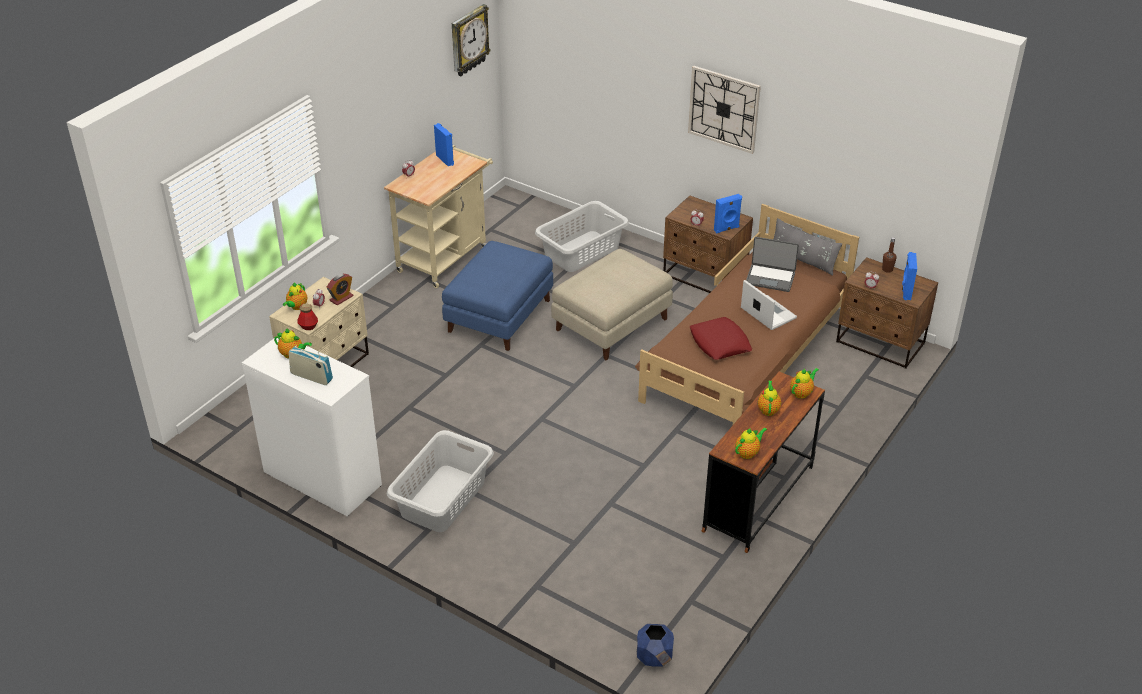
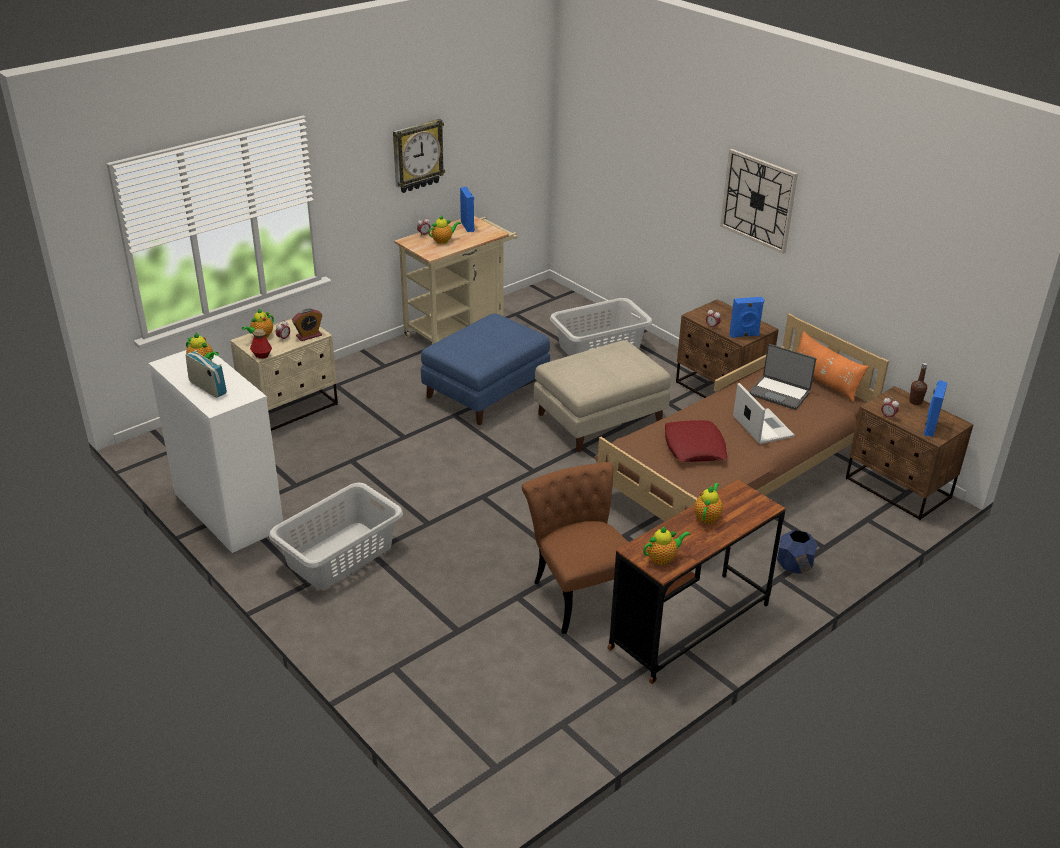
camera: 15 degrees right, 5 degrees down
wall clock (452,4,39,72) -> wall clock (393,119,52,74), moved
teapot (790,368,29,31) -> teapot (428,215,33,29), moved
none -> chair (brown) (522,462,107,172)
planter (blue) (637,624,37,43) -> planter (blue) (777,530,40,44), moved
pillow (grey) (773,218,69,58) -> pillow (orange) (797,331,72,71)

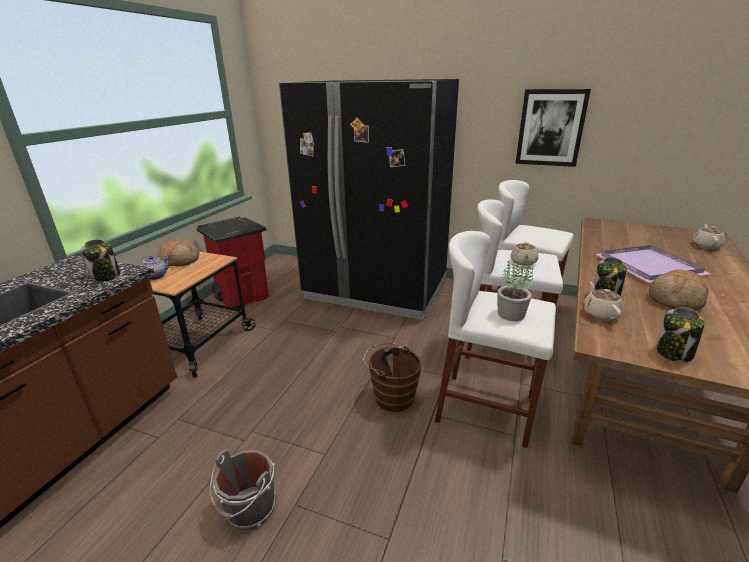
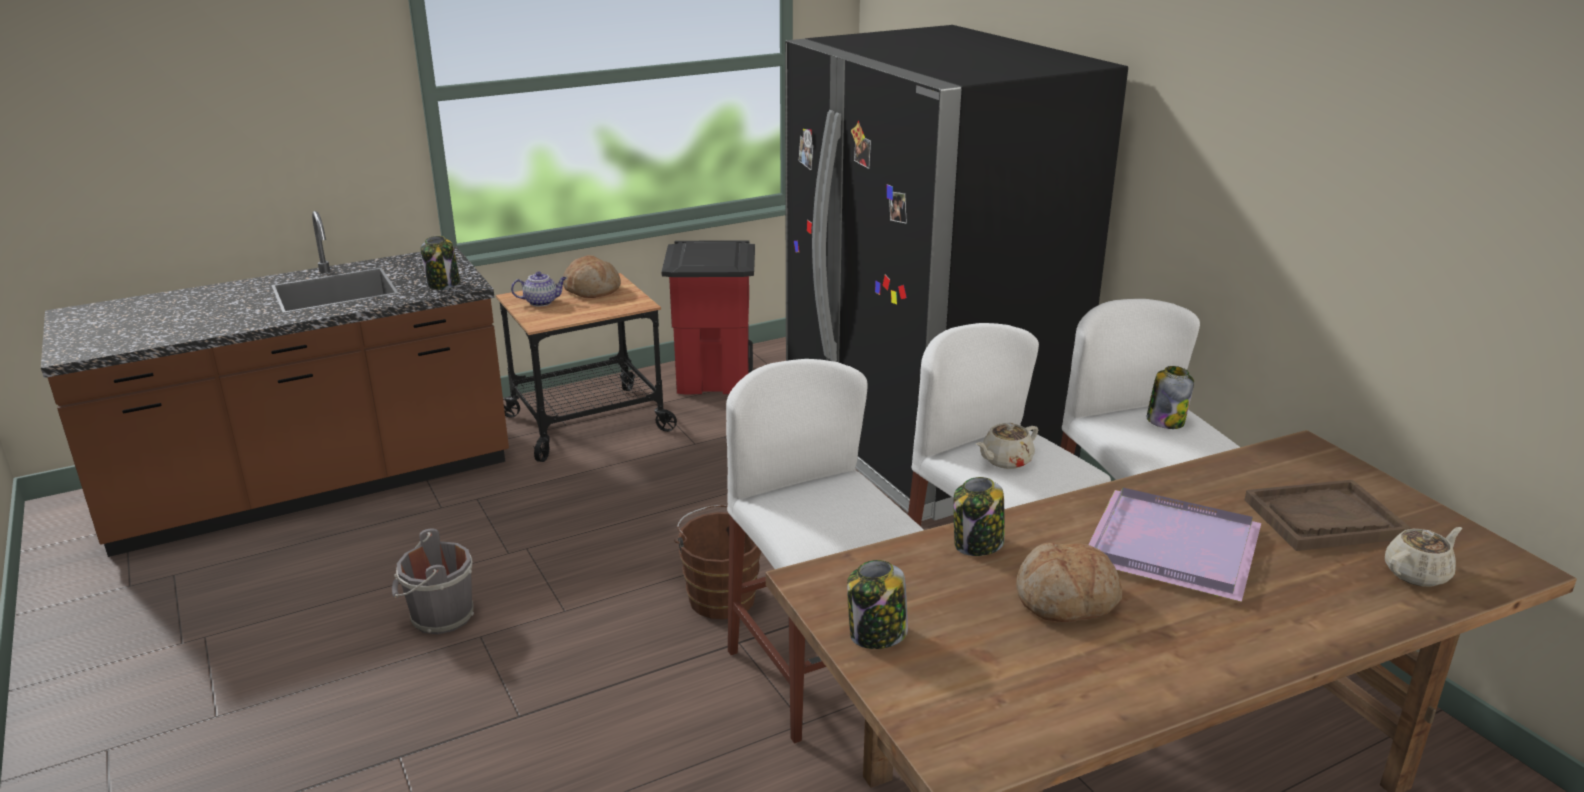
camera: 40 degrees right, 0 degrees up
none -> jar (1147,366,47,63)
none -> tray (brown) (1245,480,166,71)
potted plant (497,260,36,61) -> none
picture (515,89,76,78) -> none
teapot (beige) (583,282,40,39) -> none

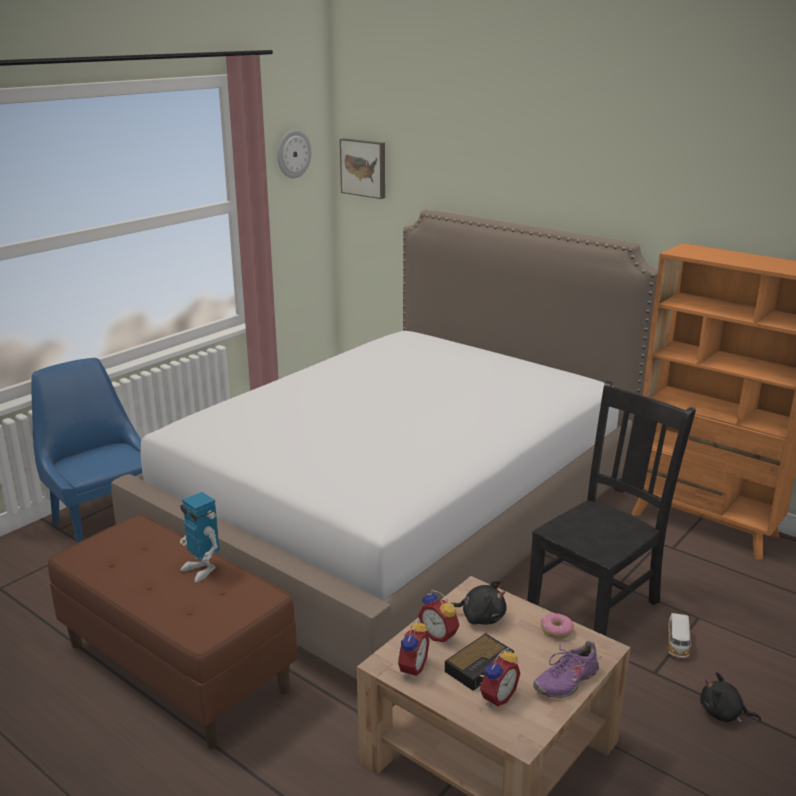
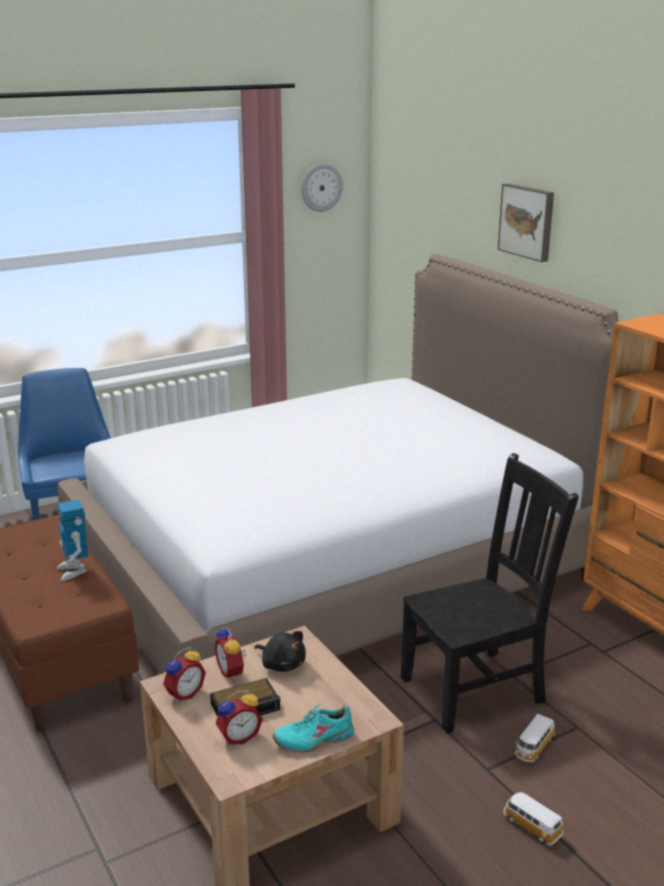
camera: 20 degrees right, 0 degrees up
shoe (purple) (533,640,69,58) -> shoe (turquoise) (273,703,81,50)
picture (340,138,45,61) -> picture (498,183,56,79), moved
plush toy (black) (700,672,61,51) -> toy car (503,792,60,53)
donut (541,613,33,26) -> none

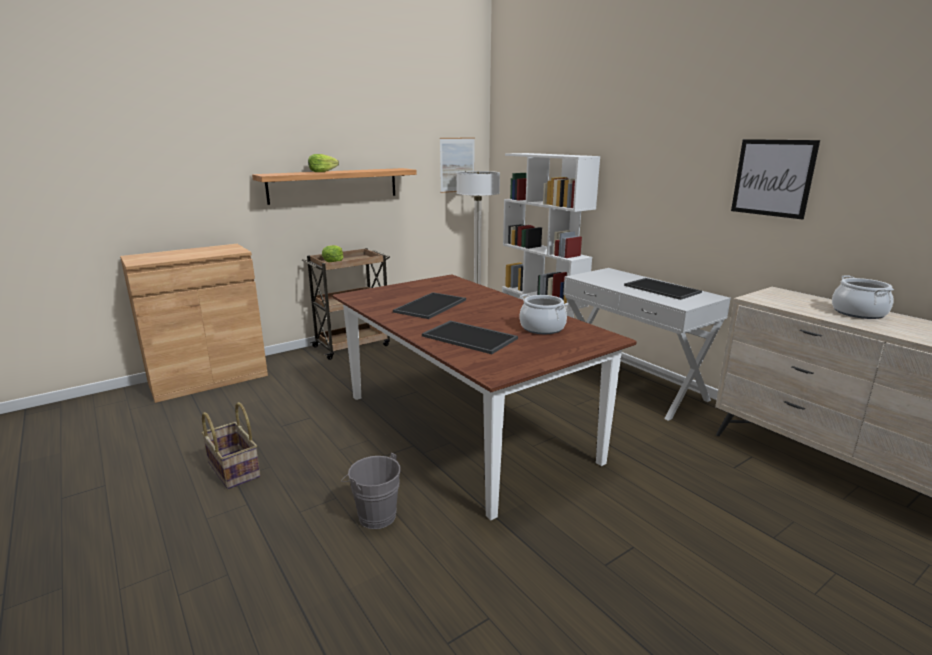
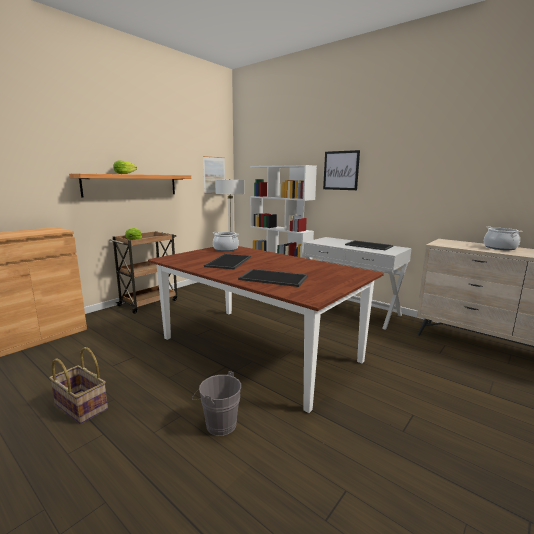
camera: 15 degrees left, 5 degrees down
cooking pot (519,294,49,40) -> cooking pot (213,232,26,20), moved
picture (731,139,89,81) -> picture (323,150,37,40), moved

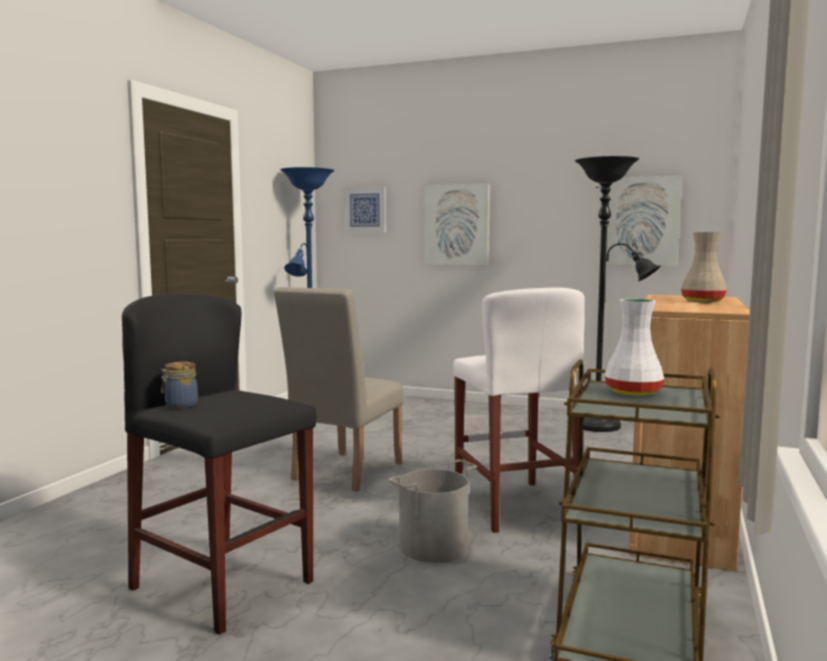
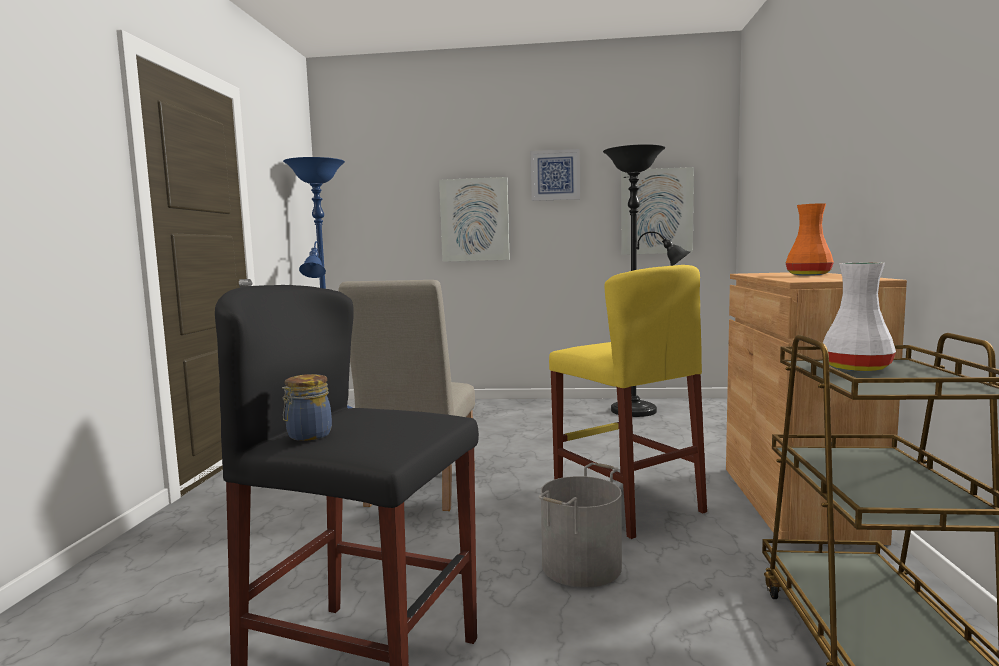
camera: 15 degrees left, 0 degrees up
picture (344,187,42,45) -> picture (531,149,49,52), moved
stool (white) (453,287,132,246) -> stool (yellow) (549,265,158,274)
vase (beige) (681,232,46,70) -> vase (orange) (786,203,48,73)

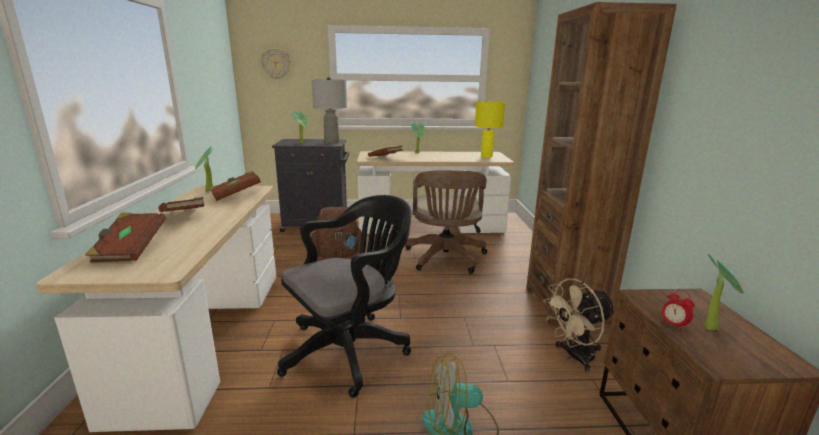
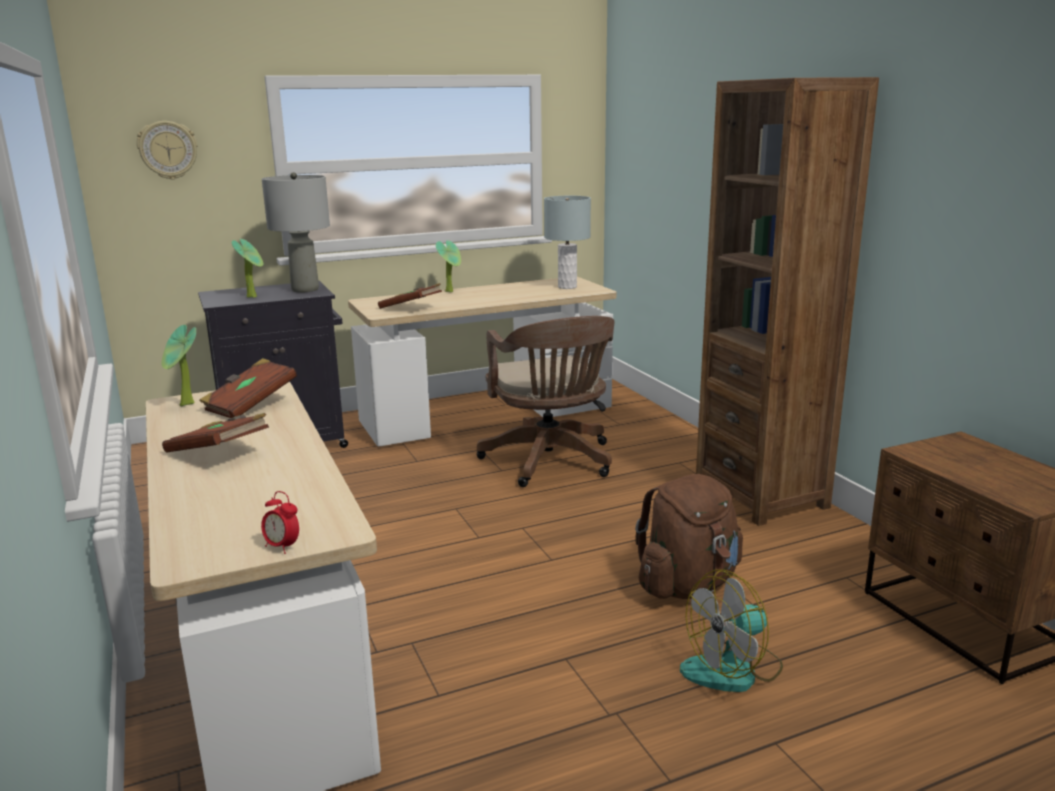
camera: 20 degrees left, 0 degrees up
alarm clock (661,290,34,41) -> alarm clock (261,491,38,63), moved
table lamp (yellow) (475,101,30,57) -> table lamp (grey) (544,196,47,93)
backpack (brown) (311,206,51,53) -> backpack (brown) (635,474,108,125), moved
book (brown) (85,213,81,49) -> none
office chair (black) (277,195,135,203) -> none
fan (beige) (543,278,71,94) -> none
potted plant (703,254,41,77) -> none

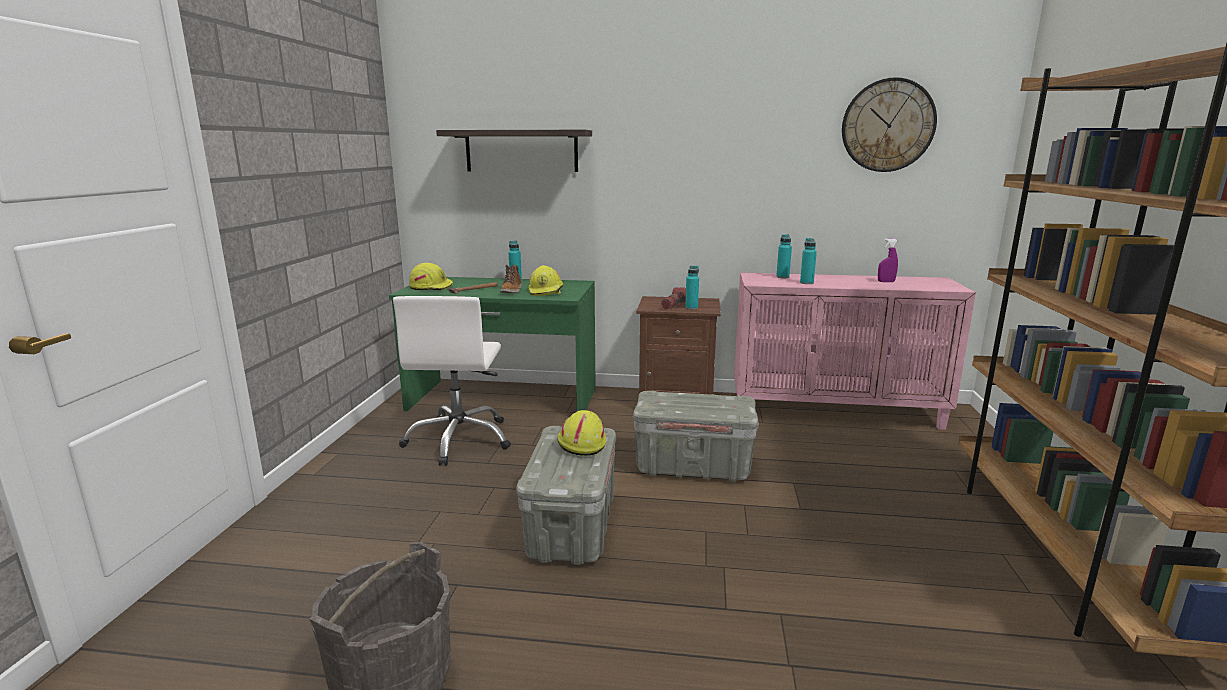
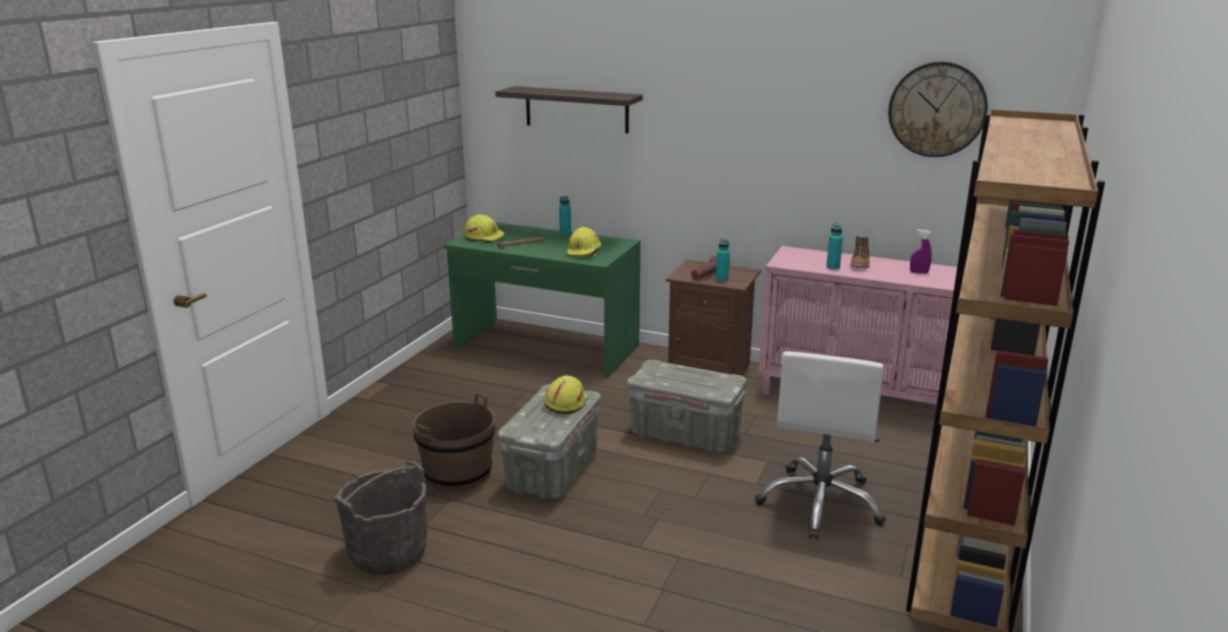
camera: 15 degrees right, 5 degrees up
none -> bucket (brown) (413,393,82,98)
office chair (white) (393,296,118,170) -> office chair (white) (755,351,131,189), moved
boot (500,265,22,28) -> boot (851,236,19,32), moved
bottle (turquoise) (776,234,16,44) -> none

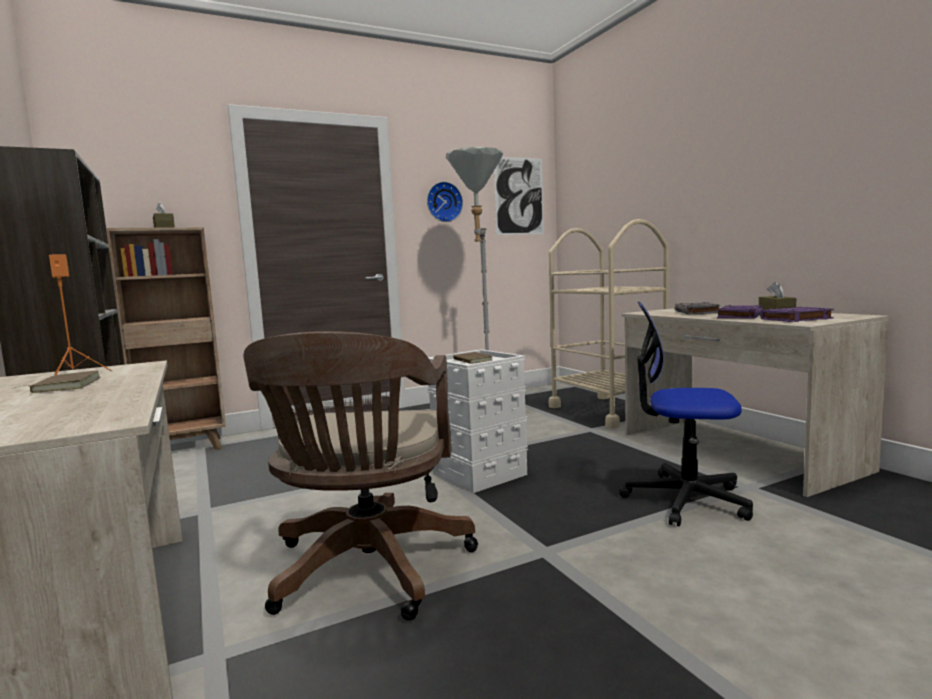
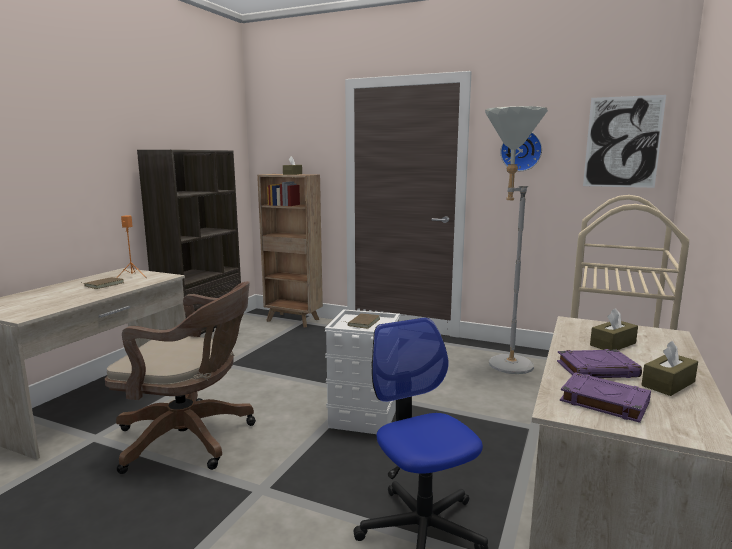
camera: 50 degrees right, 5 degrees up
office chair (brown) (243,331,235,290) -> office chair (brown) (105,281,151,193), 135 degrees counterclockwise
book (grey) (675,302,45,12) -> tissue box (brown) (590,308,48,42)

